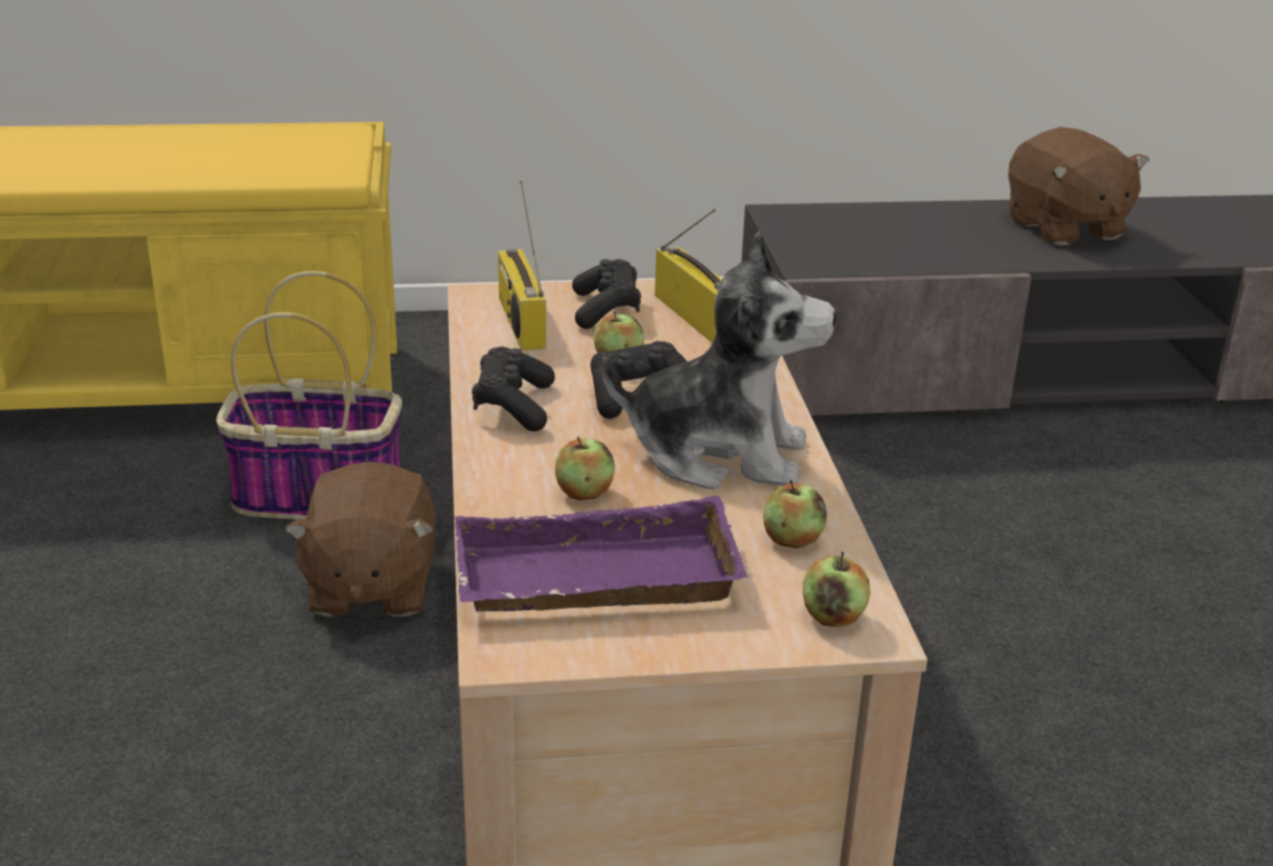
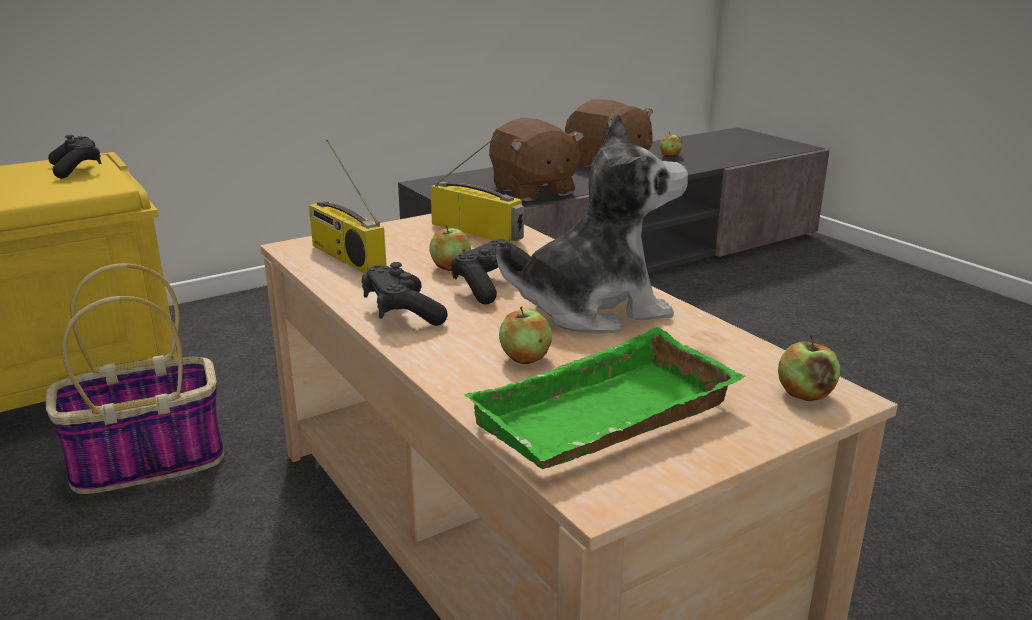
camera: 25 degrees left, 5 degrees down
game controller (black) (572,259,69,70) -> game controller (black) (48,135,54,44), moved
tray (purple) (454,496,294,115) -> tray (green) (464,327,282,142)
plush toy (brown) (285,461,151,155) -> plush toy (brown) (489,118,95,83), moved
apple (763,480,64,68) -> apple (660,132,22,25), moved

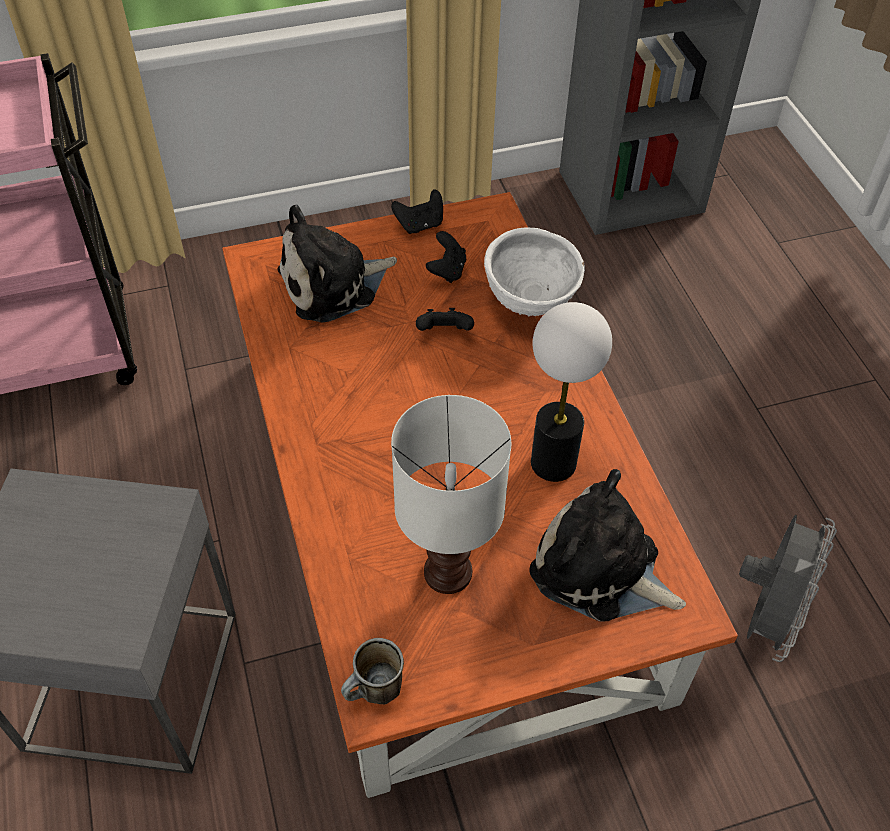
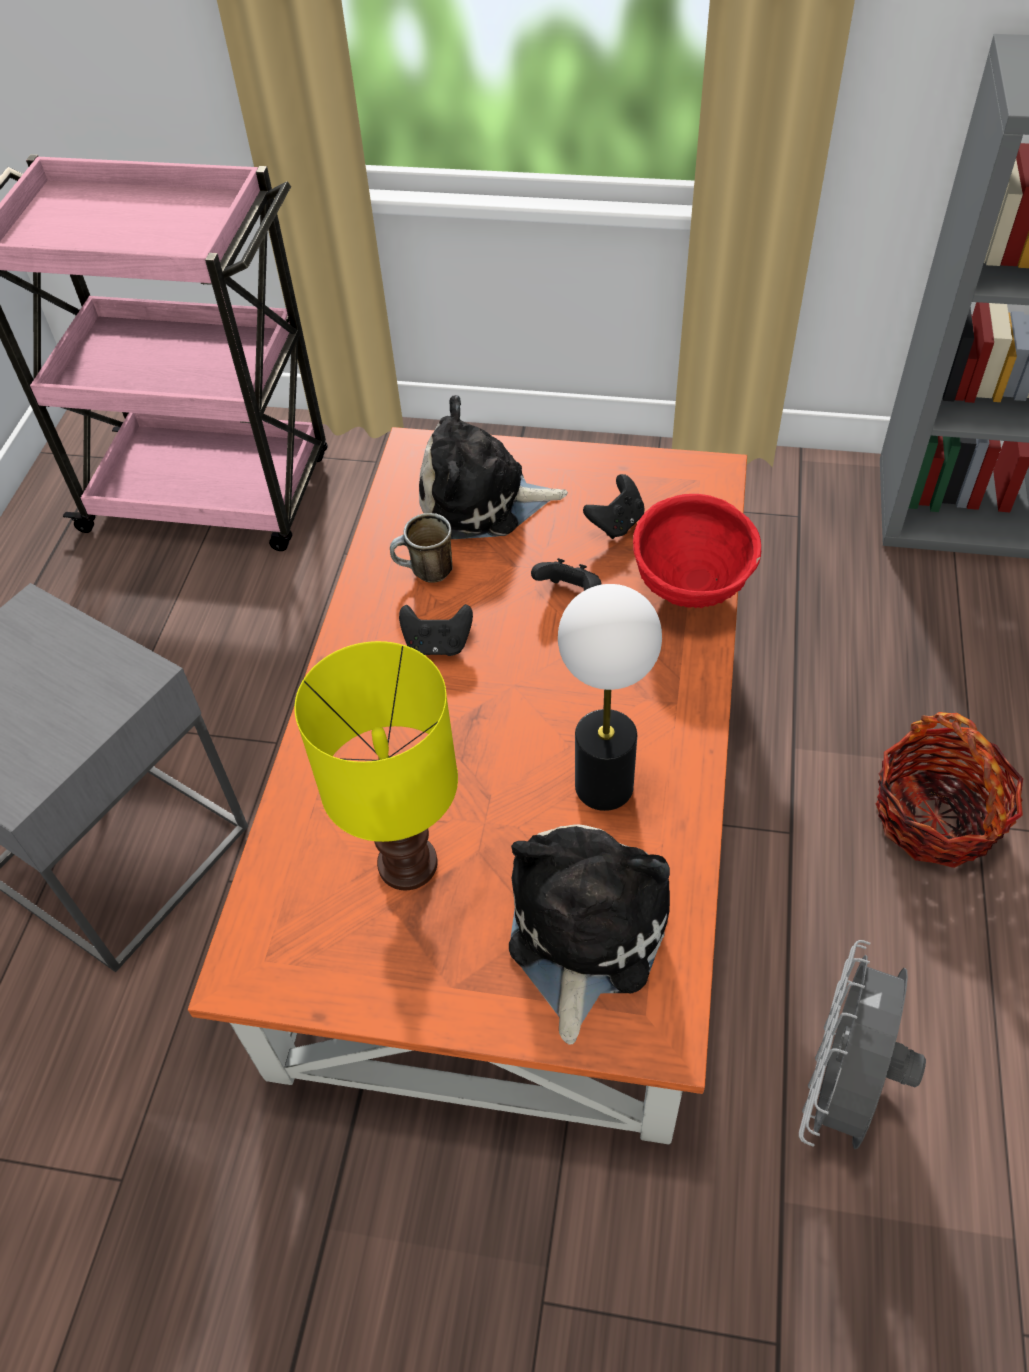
camera: 30 degrees right, 0 degrees up
table lamp (white) (391,395,120,199) -> table lamp (yellow) (294,641,164,249)
mug (341,638,63,66) -> mug (390,513,63,70), moved
game controller (black) (391,189,52,45) -> game controller (black) (399,604,74,52), moved
plush toy (529,469,157,153) -> plush toy (509,825,161,220), 45 degrees clockwise
bowl (white) (484,228,101,88) -> bowl (red) (633,494,128,114)
fan (grey) (739,515,98,147) -> fan (grey) (799,940,127,209), 150 degrees clockwise
none -> basket (876,712,147,156)

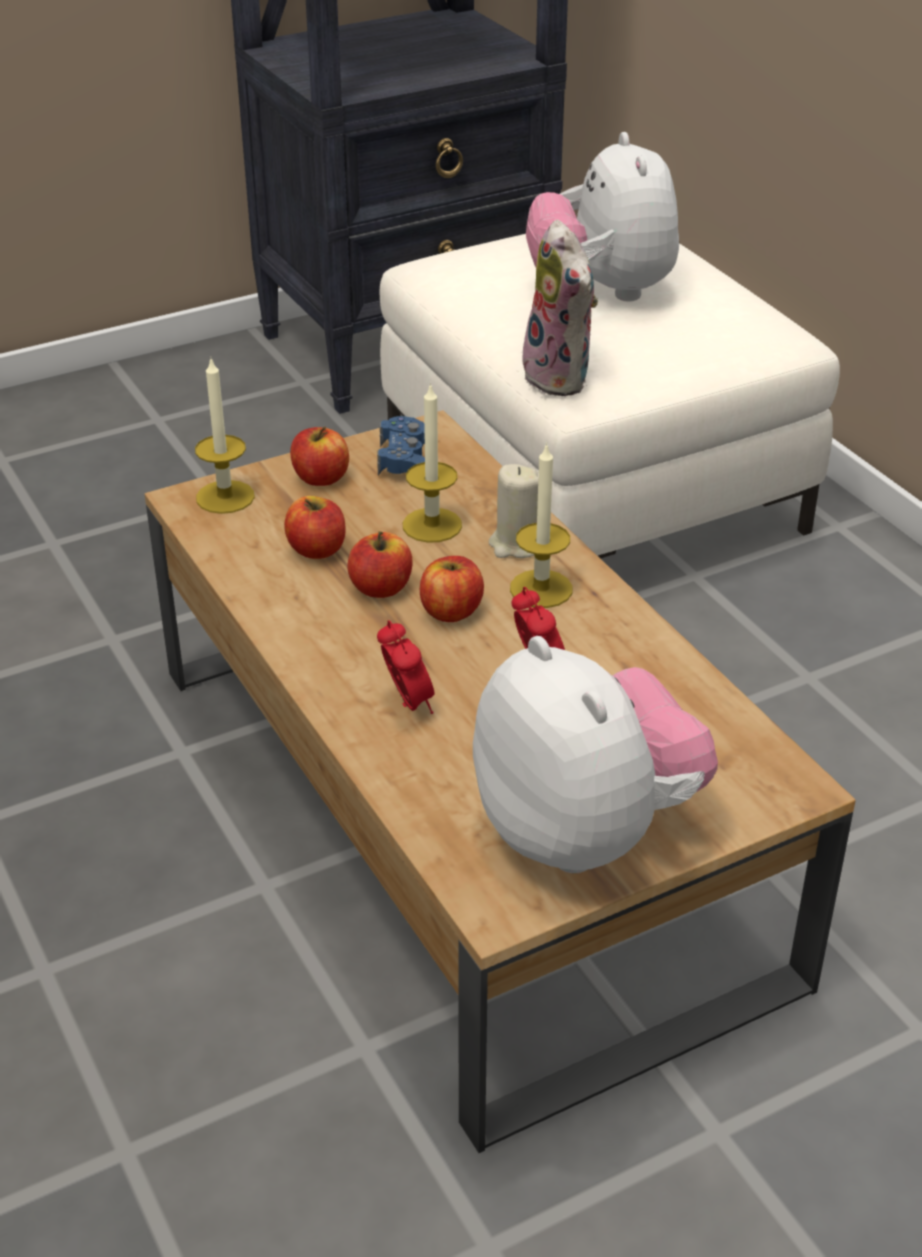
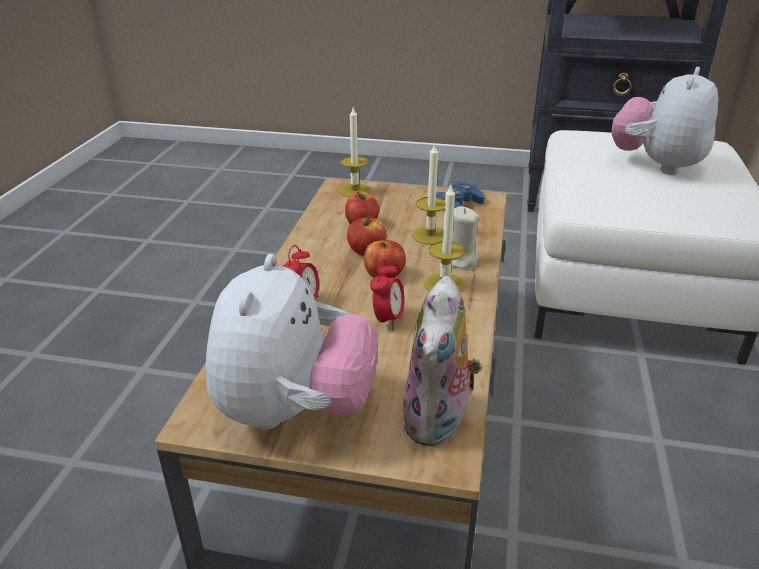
camera: 40 degrees right, 5 degrees down
plush toy (518,220,80,176) -> plush toy (402,276,80,171), moved
apple (290,427,59,59) -> none

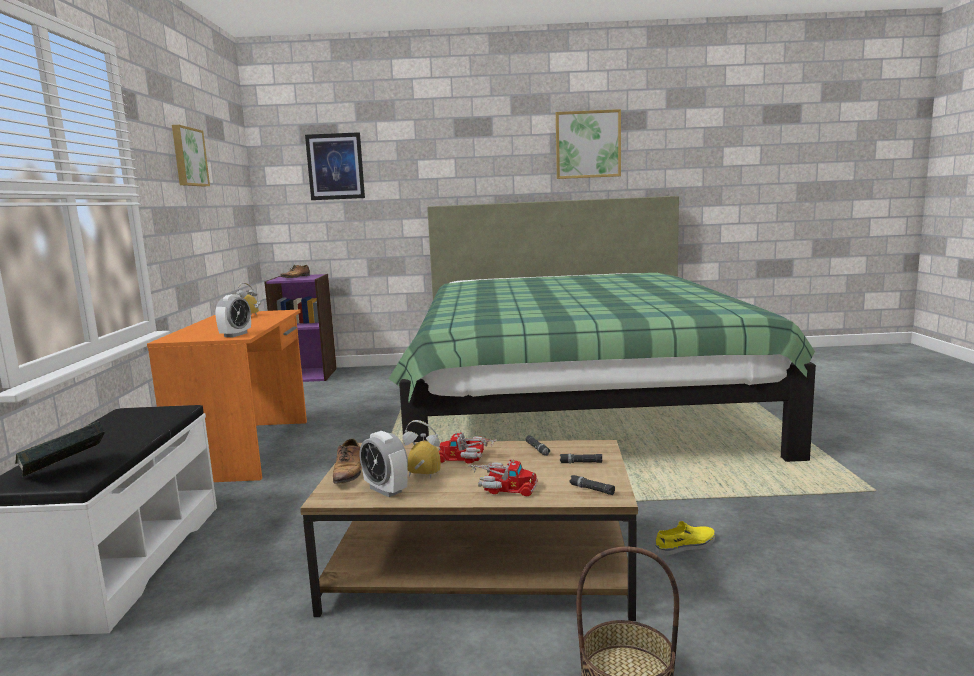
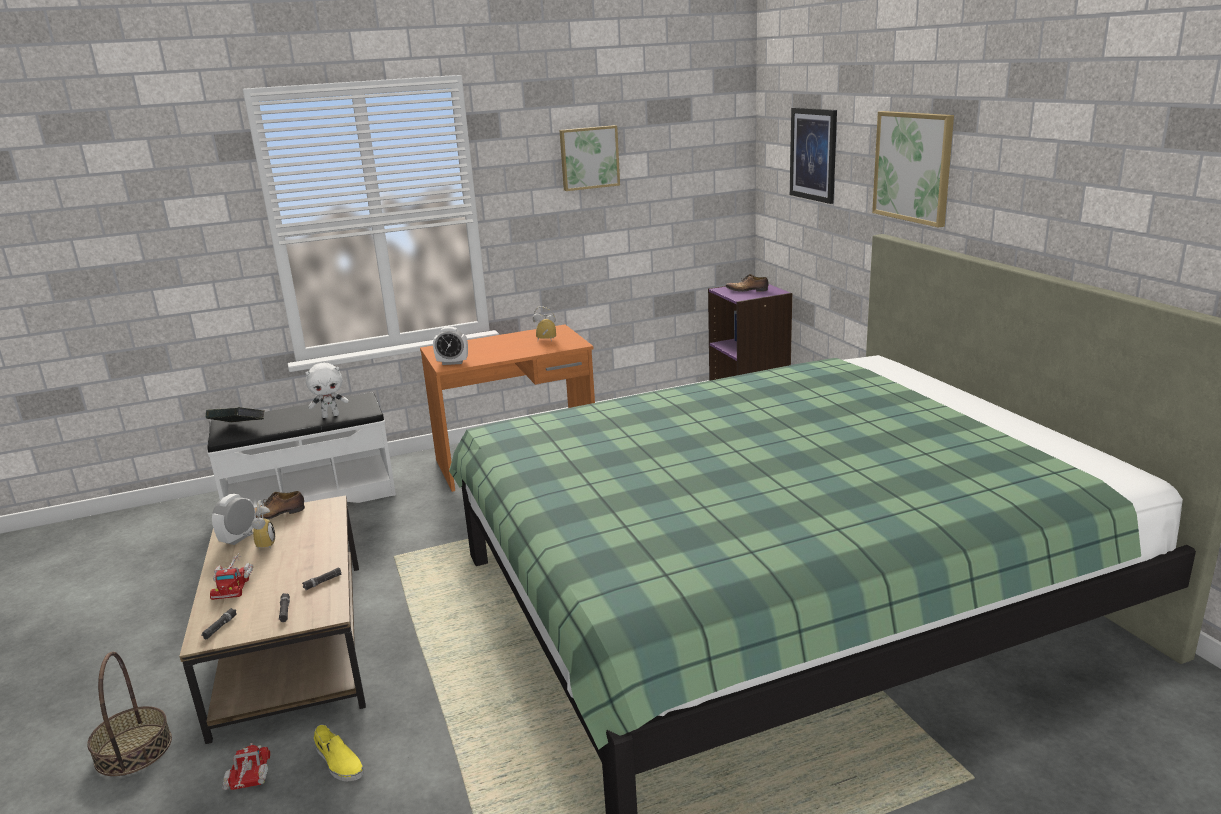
camera: 70 degrees right, 10 degrees up
toy truck (439,432,58,32) -> toy truck (222,743,48,47), moved
none -> plush toy (white) (306,363,43,55)
picture (556,109,65,70) -> picture (872,111,82,116), moved

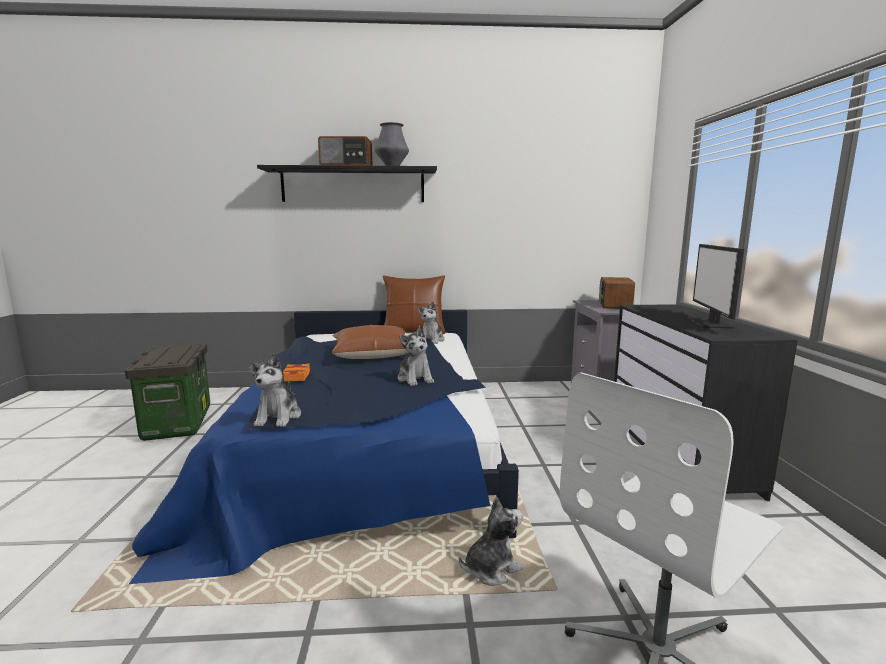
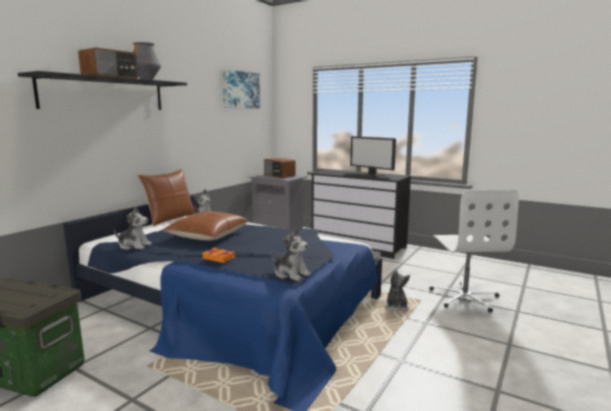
camera: 55 degrees left, 0 degrees up
plush toy (398,326,36,60) -> plush toy (114,206,38,44), moved
none -> picture (222,69,38,39)

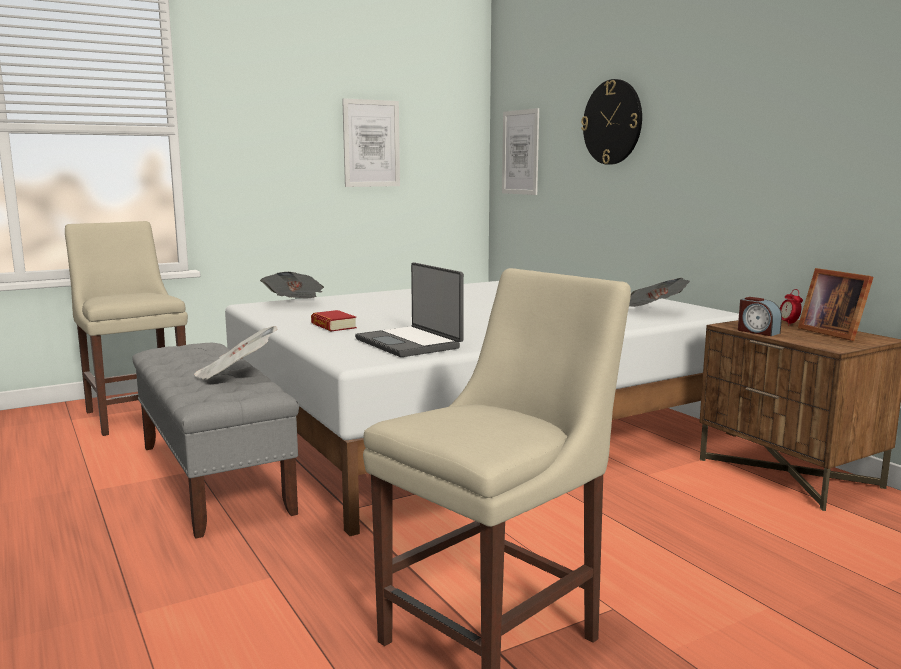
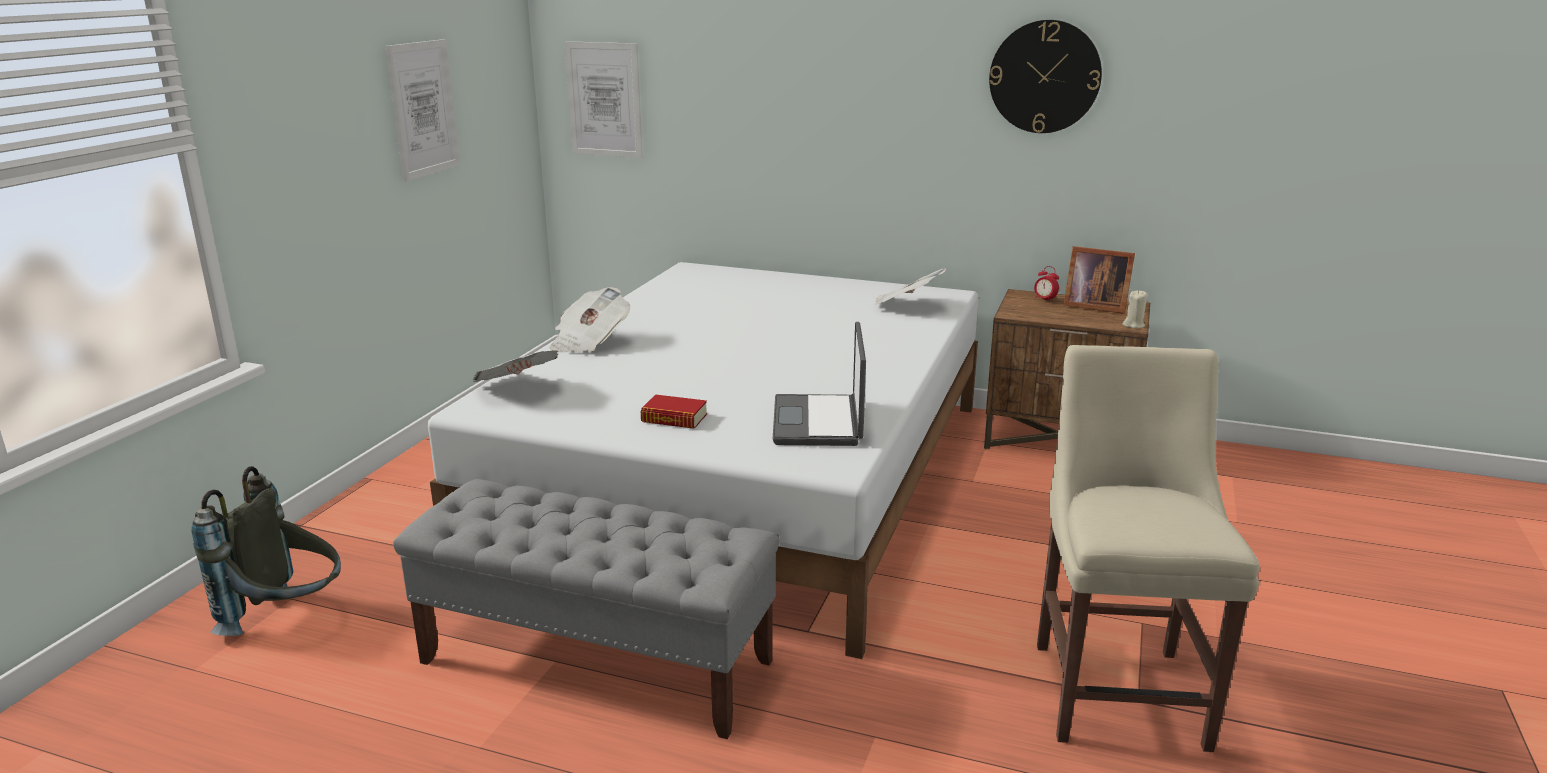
camera: 40 degrees left, 10 degrees up
chair (beige) (65,221,123,215) -> backpack (grey) (191,466,150,170)
newspaper (194,326,84,54) -> newspaper (550,287,80,66), moved
laptop (355,263,109,94) -> laptop (773,322,93,124), 75 degrees clockwise
wall clock (581,79,61,86) -> wall clock (989,20,113,113), moved
none -> candle (beige) (1123,290,24,38)
alarm clock (738,297,44,39) -> none

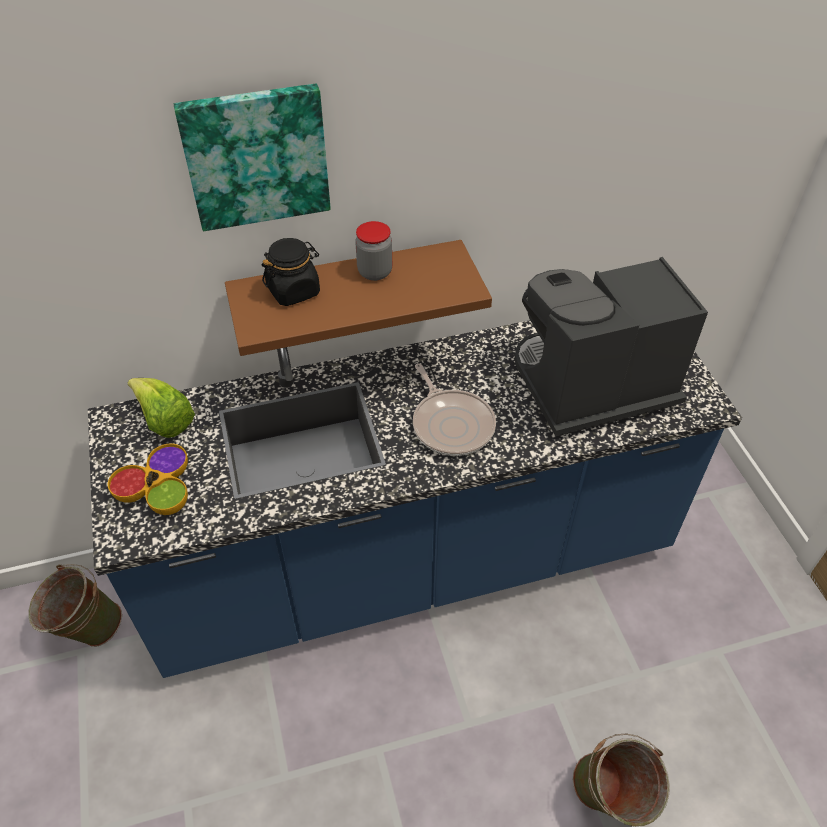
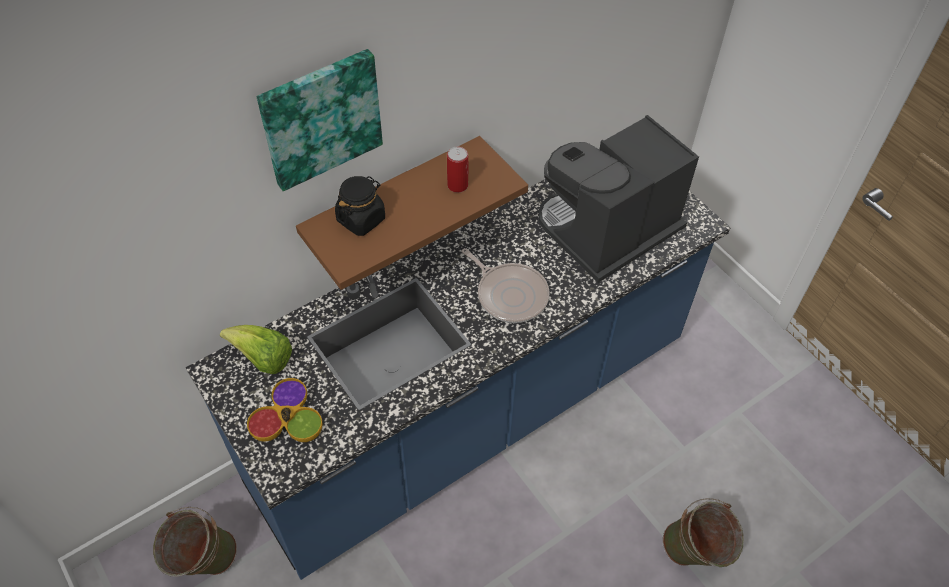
camera: 20 degrees left, 5 degrees up
none -> can (447,147,21,46)
jar (355,221,37,60) -> none

